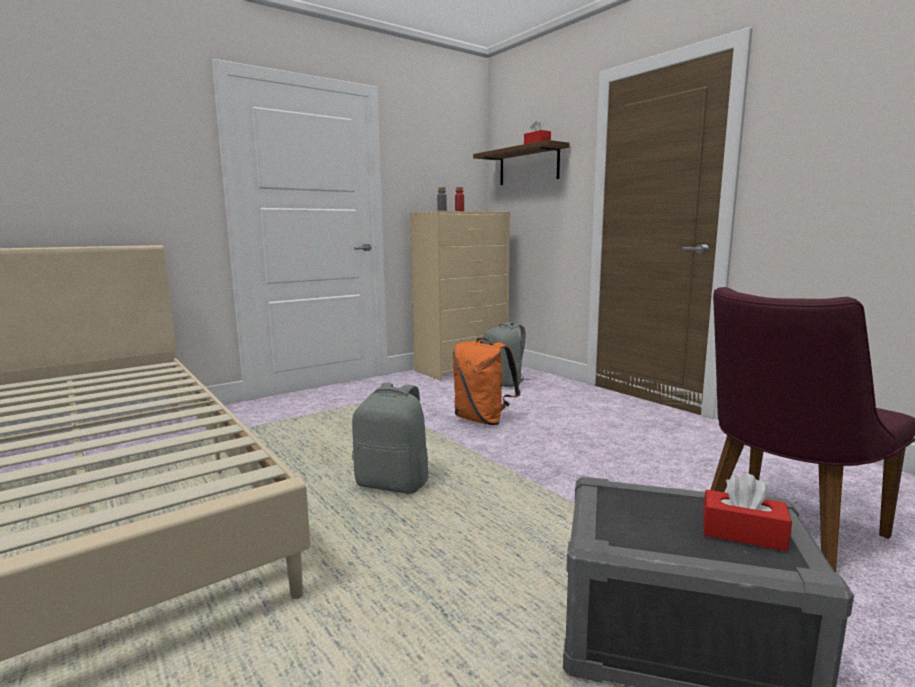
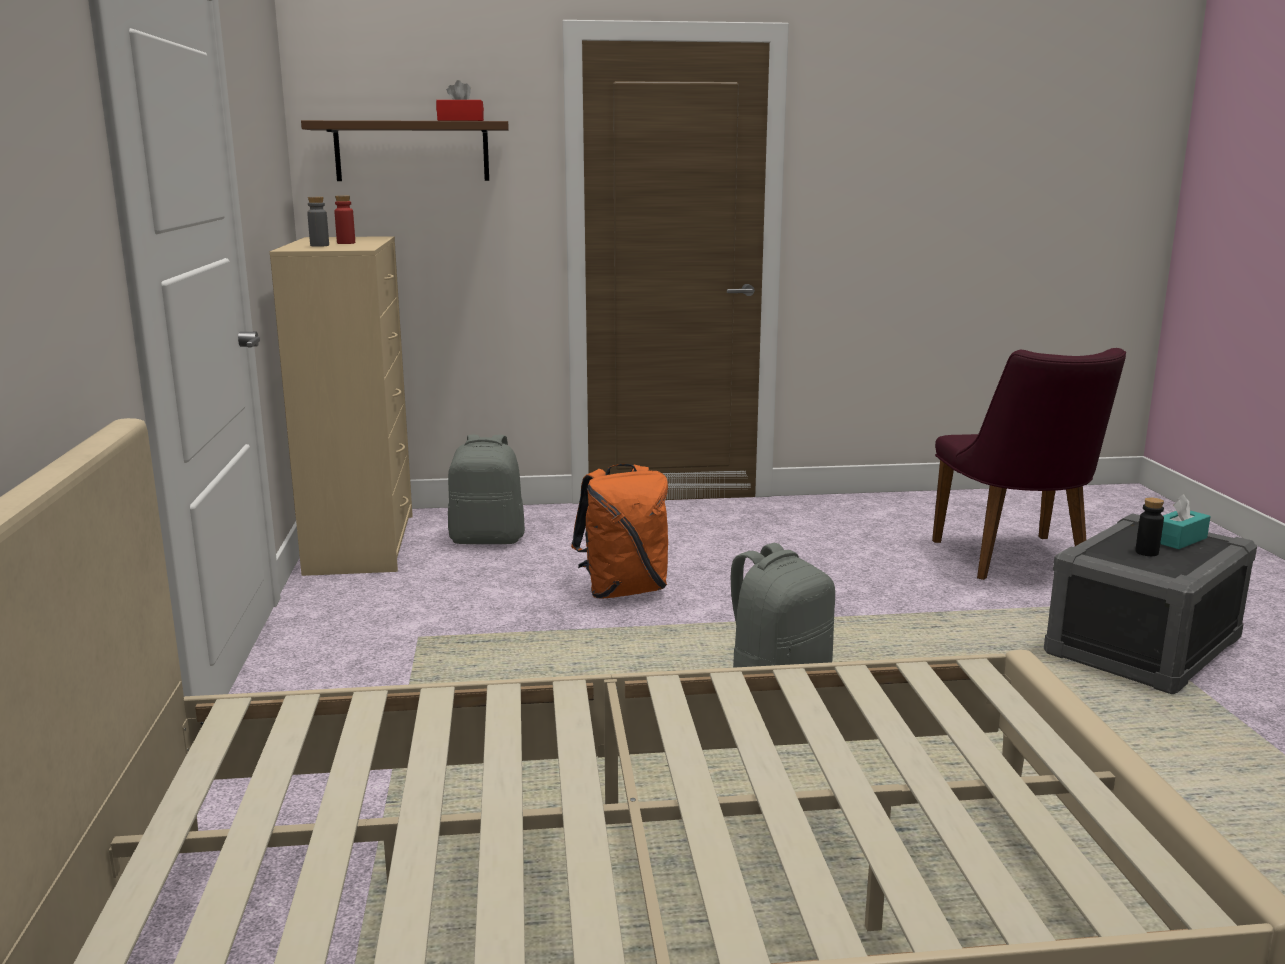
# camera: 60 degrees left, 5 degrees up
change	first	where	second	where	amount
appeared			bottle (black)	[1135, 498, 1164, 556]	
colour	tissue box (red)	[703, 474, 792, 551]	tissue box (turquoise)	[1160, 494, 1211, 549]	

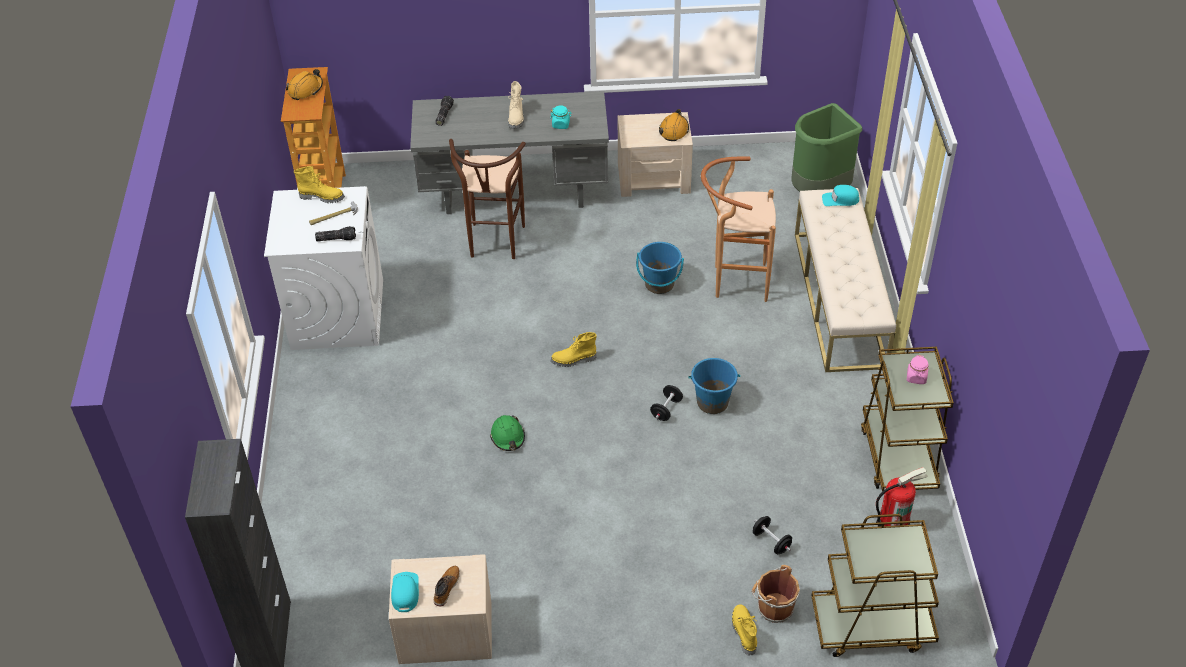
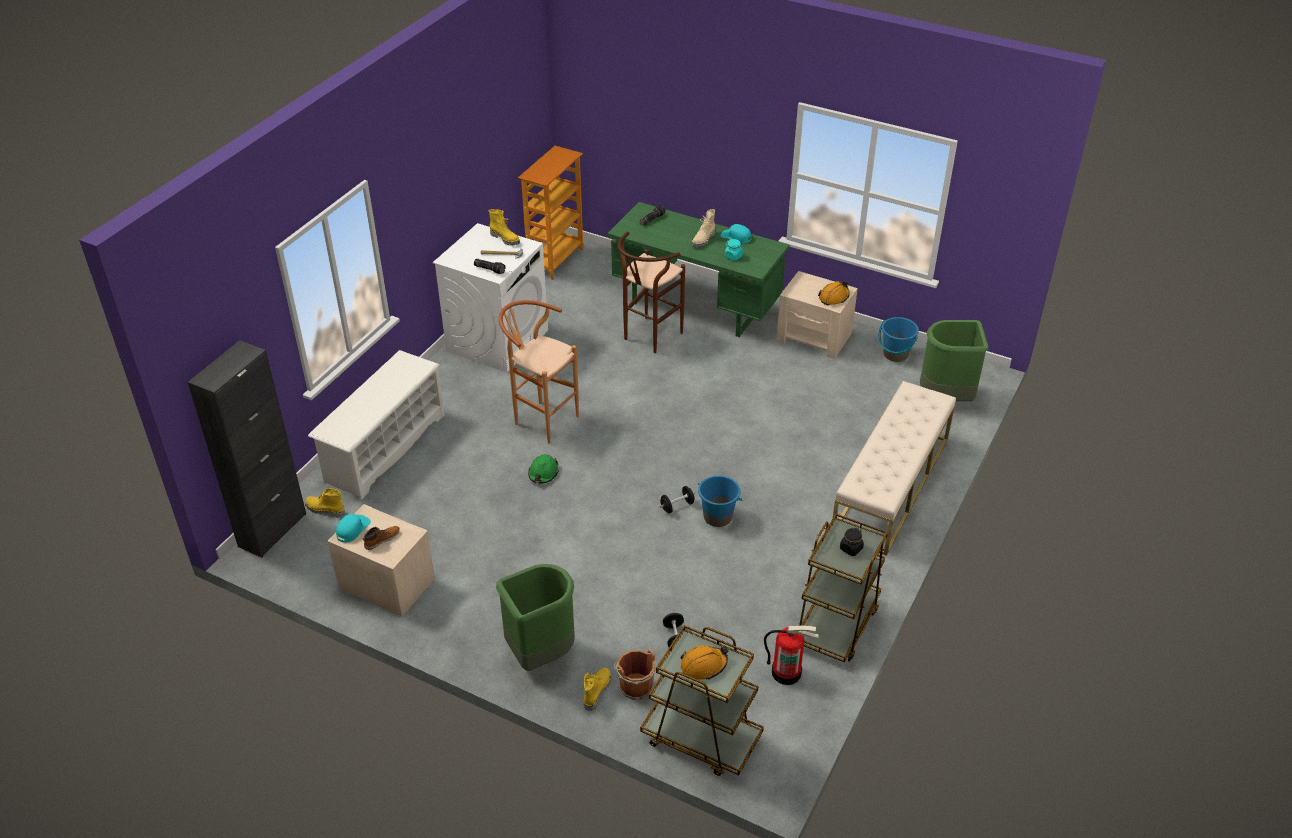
# camera: 30 degrees right, 5 degrees down
change	first	where	second	where	amount
appeared			shoe rack (white)	[308, 350, 445, 500]	
appeared			trash can (green)	[496, 564, 575, 671]	
relocated	hard hat (orange)	[286, 69, 323, 100]		[680, 645, 729, 680]	
relocated	boot (yellow)	[551, 332, 597, 367]		[305, 488, 345, 517]	
relocated	bucket (blue)	[636, 242, 684, 294]		[878, 317, 919, 362]	
relocated	stool (brown)	[701, 156, 776, 302]		[499, 300, 579, 444]	
relocated	cap (turquoise)	[822, 185, 859, 206]		[721, 224, 752, 243]	
colour	desk (grey)	[410, 91, 609, 214]	desk (green)	[607, 202, 789, 337]	
colour	jar (pink)	[907, 355, 929, 384]	jar (black)	[840, 528, 864, 556]	

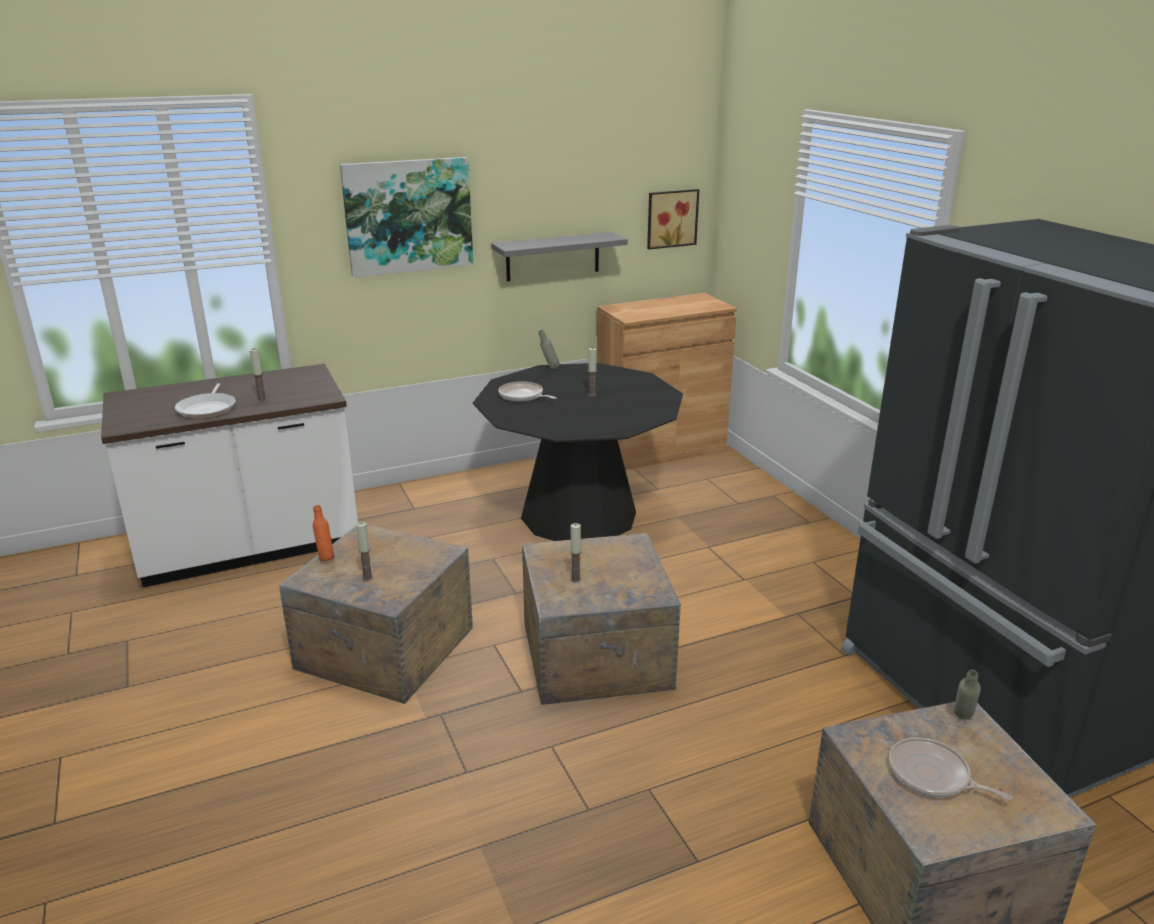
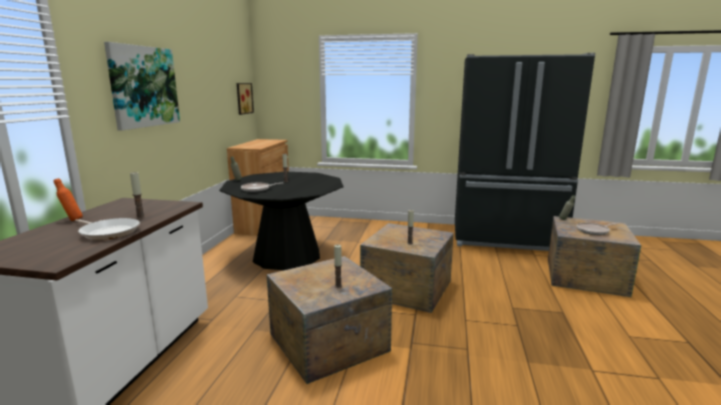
# camera: 55 degrees left, 10 degrees down
change	first	where	second	where	amount
missing	shelf (grey)	[491, 232, 628, 281]			
relocated	bottle (orange)	[313, 505, 334, 561]		[54, 178, 83, 221]	

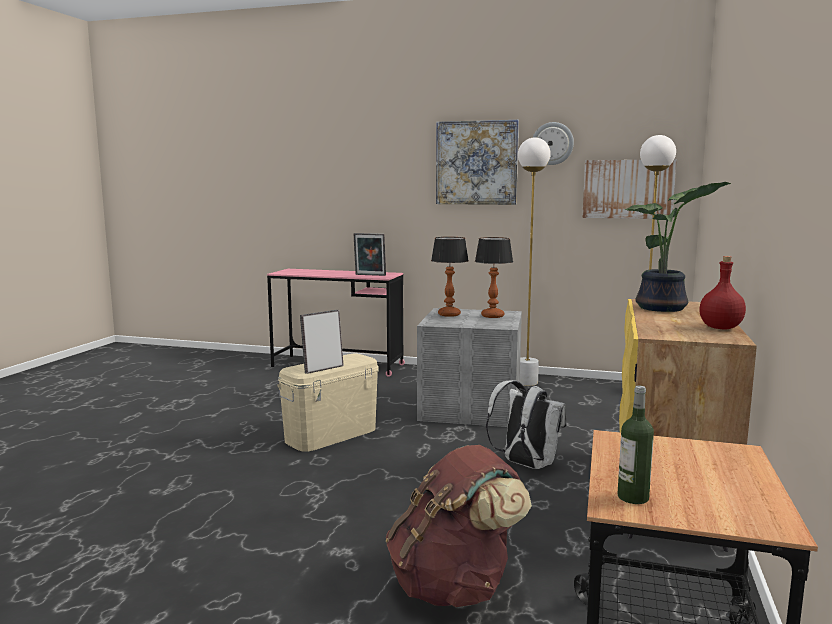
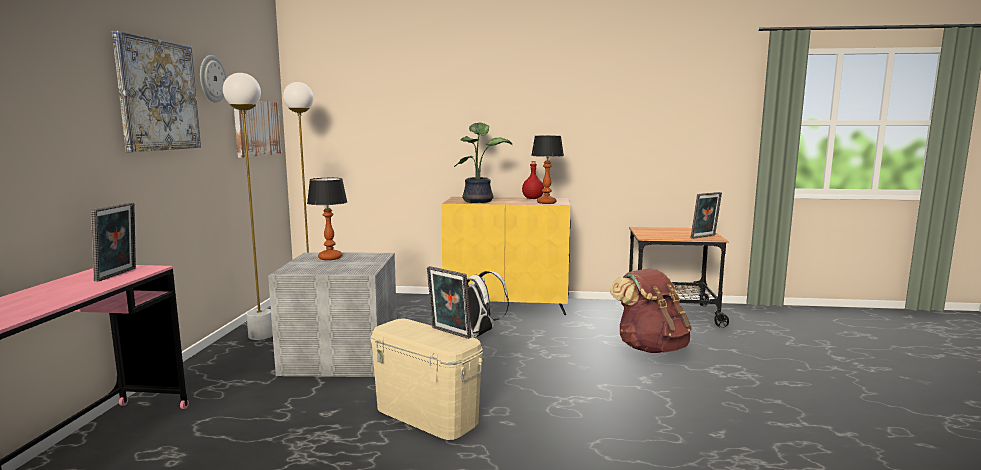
# camera: 100 degrees left, 0 degrees up
change	first	where	second	where	amount
relocated	table lamp	[431, 237, 469, 317]		[531, 136, 564, 204]	
exchanged	bottle	[617, 386, 654, 504]	picture frame	[691, 192, 722, 239]	

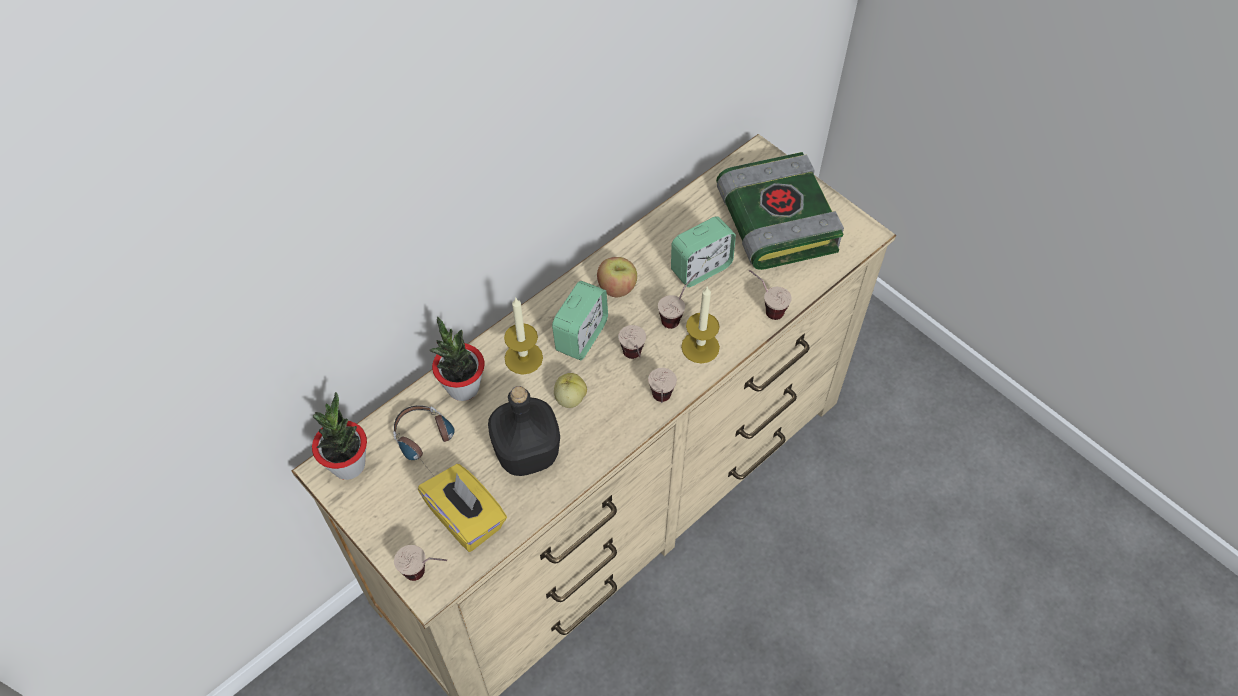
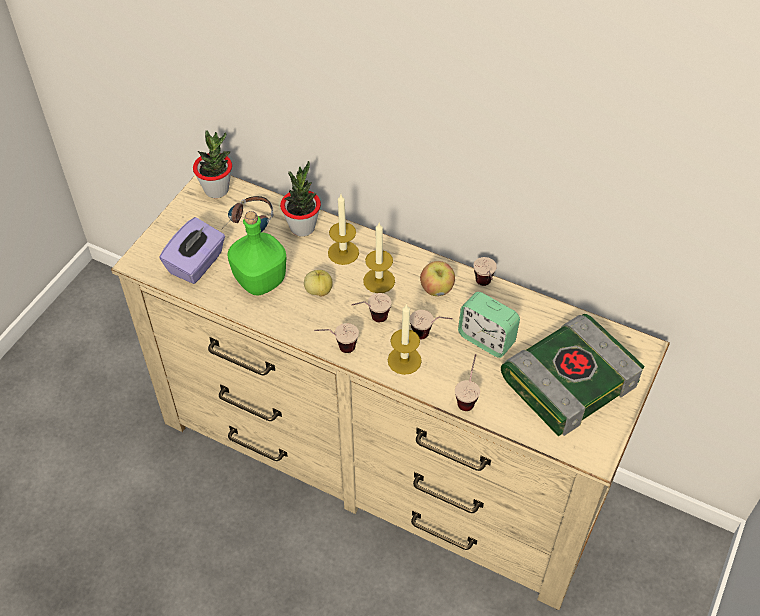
# camera: 70 degrees right, 5 degrees down
change	first	where	second	where	amount
relocated	cup	[394, 545, 447, 581]		[474, 257, 497, 286]	
exchanged	alarm clock	[552, 281, 608, 360]	candle	[363, 223, 395, 293]	
colour	tissue box (yellow)	[418, 464, 507, 552]	tissue box (purple)	[159, 217, 225, 284]	
colour	bottle (black)	[488, 386, 560, 476]	bottle (green)	[227, 211, 287, 296]	

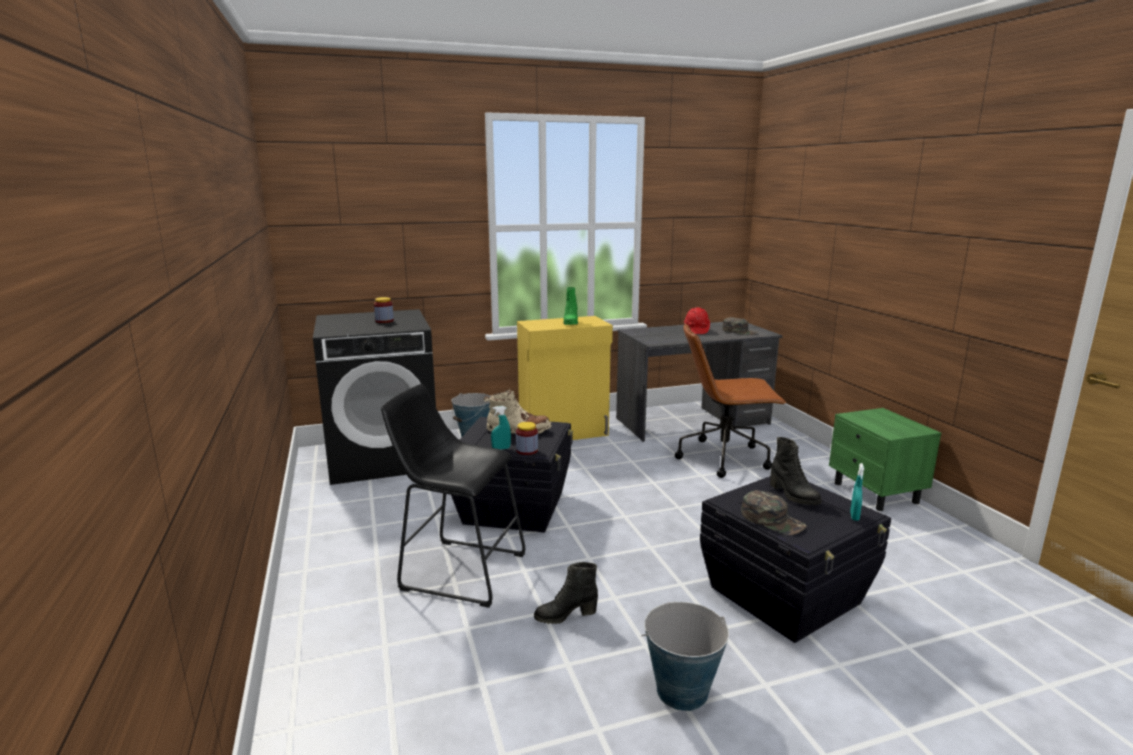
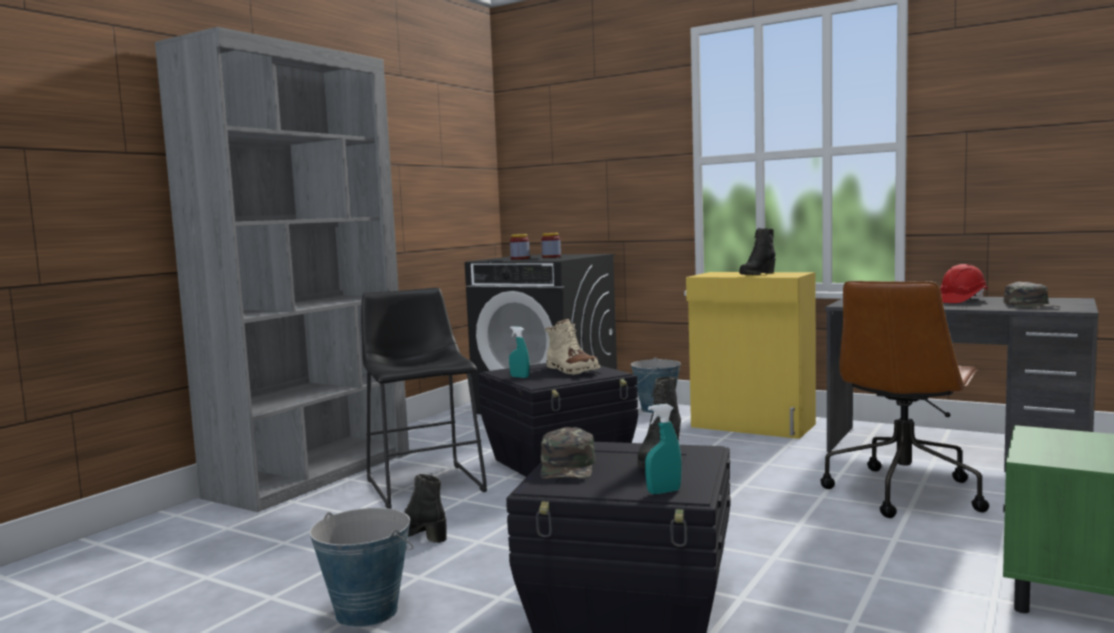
# camera: 50 degrees right, 10 degrees down
change	first	where	second	where	amount
appeared			bookcase (grey)	[155, 27, 409, 512]	
relocated	jar	[516, 422, 538, 455]		[510, 234, 530, 260]	
colour	boot (green)	[563, 287, 578, 325]	boot (black)	[739, 228, 775, 275]	
spun	office chair (brown)	[675, 324, 786, 478]		[820, 281, 989, 518]	105 degrees counterclockwise

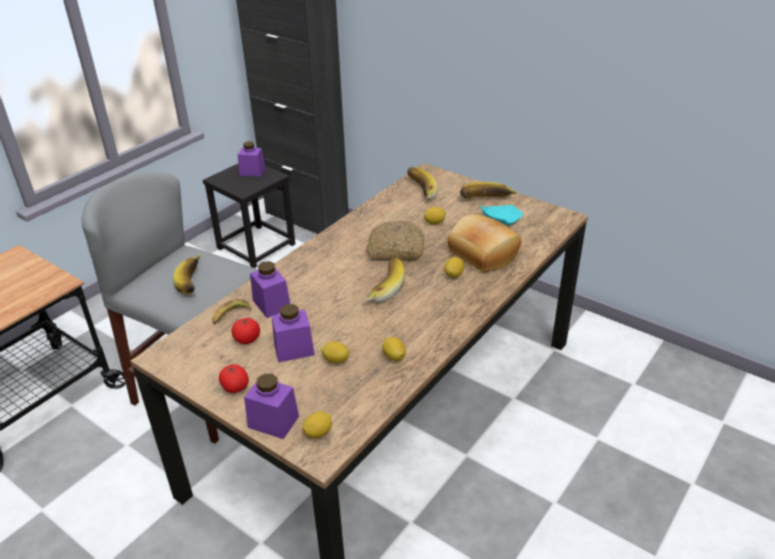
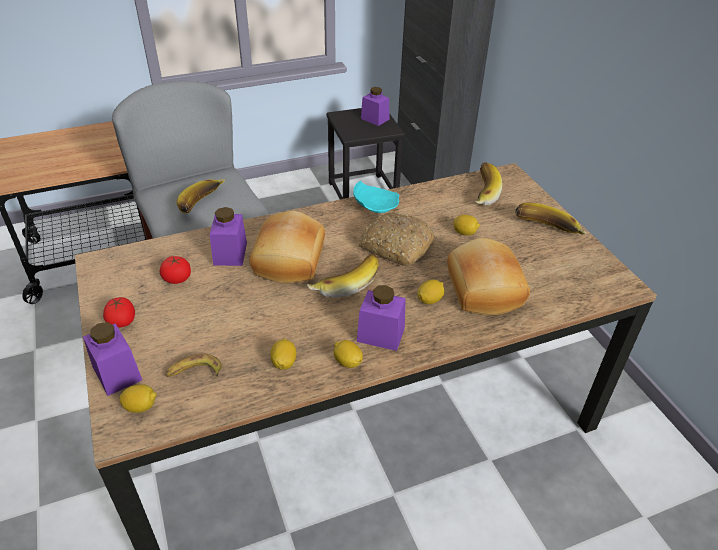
# camera: 30 degrees right, 5 degrees up
change	first	where	second	where	amount
appeared			bread	[249, 211, 325, 283]	
relocated	banana	[212, 299, 251, 324]		[166, 354, 222, 378]	
relocated	jar (purple)	[272, 304, 315, 362]		[357, 285, 406, 351]	
relocated	lemon	[321, 342, 349, 363]		[334, 340, 363, 368]	
relocated	plate (turquoise)	[481, 204, 523, 226]		[353, 181, 399, 213]	

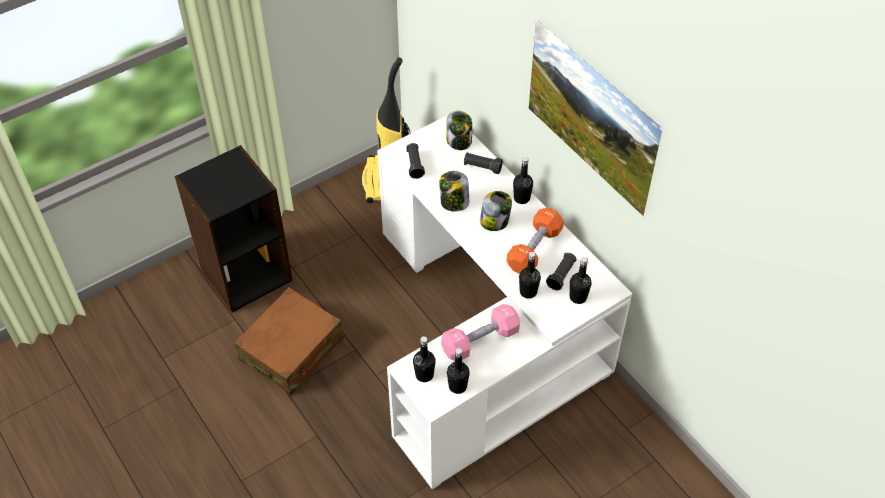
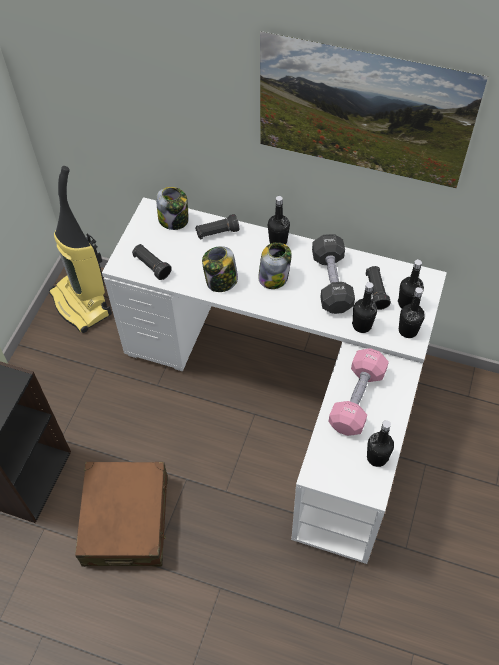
# camera: 35 degrees left, 5 degrees up
change	first	where	second	where	amount
relocated	bottle (black)	[413, 336, 436, 382]		[399, 287, 425, 338]	
colour	dumbbell (orange)	[507, 208, 564, 274]	dumbbell (black)	[312, 234, 355, 314]	

